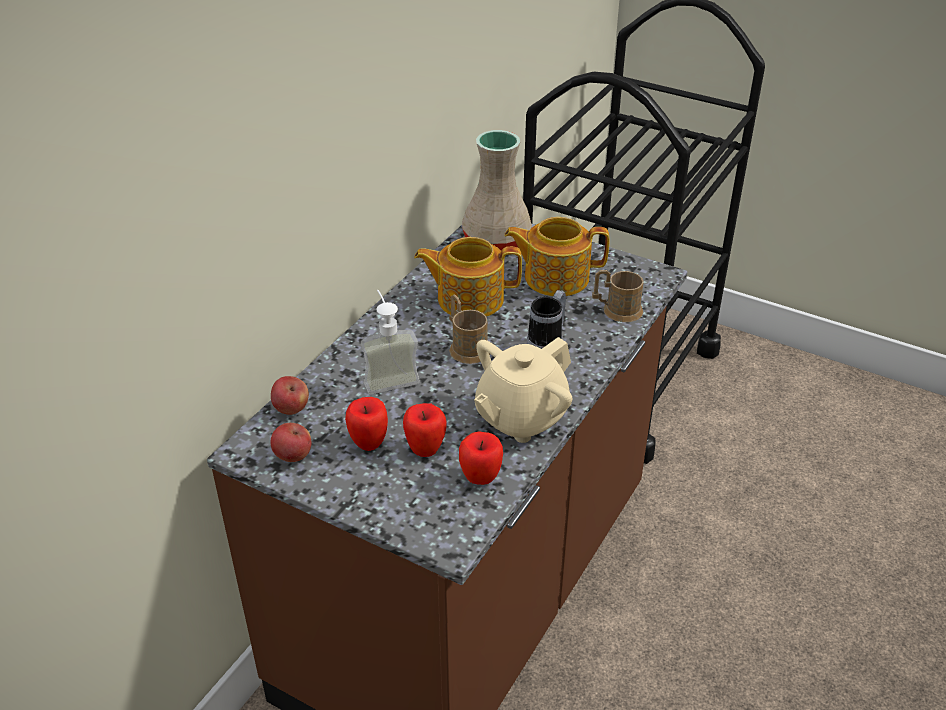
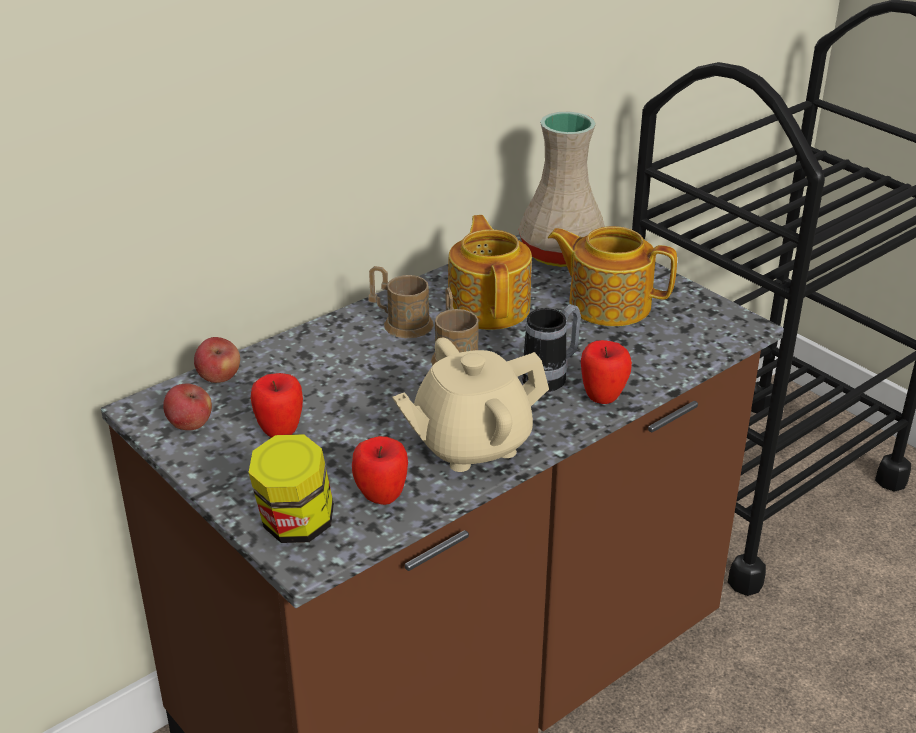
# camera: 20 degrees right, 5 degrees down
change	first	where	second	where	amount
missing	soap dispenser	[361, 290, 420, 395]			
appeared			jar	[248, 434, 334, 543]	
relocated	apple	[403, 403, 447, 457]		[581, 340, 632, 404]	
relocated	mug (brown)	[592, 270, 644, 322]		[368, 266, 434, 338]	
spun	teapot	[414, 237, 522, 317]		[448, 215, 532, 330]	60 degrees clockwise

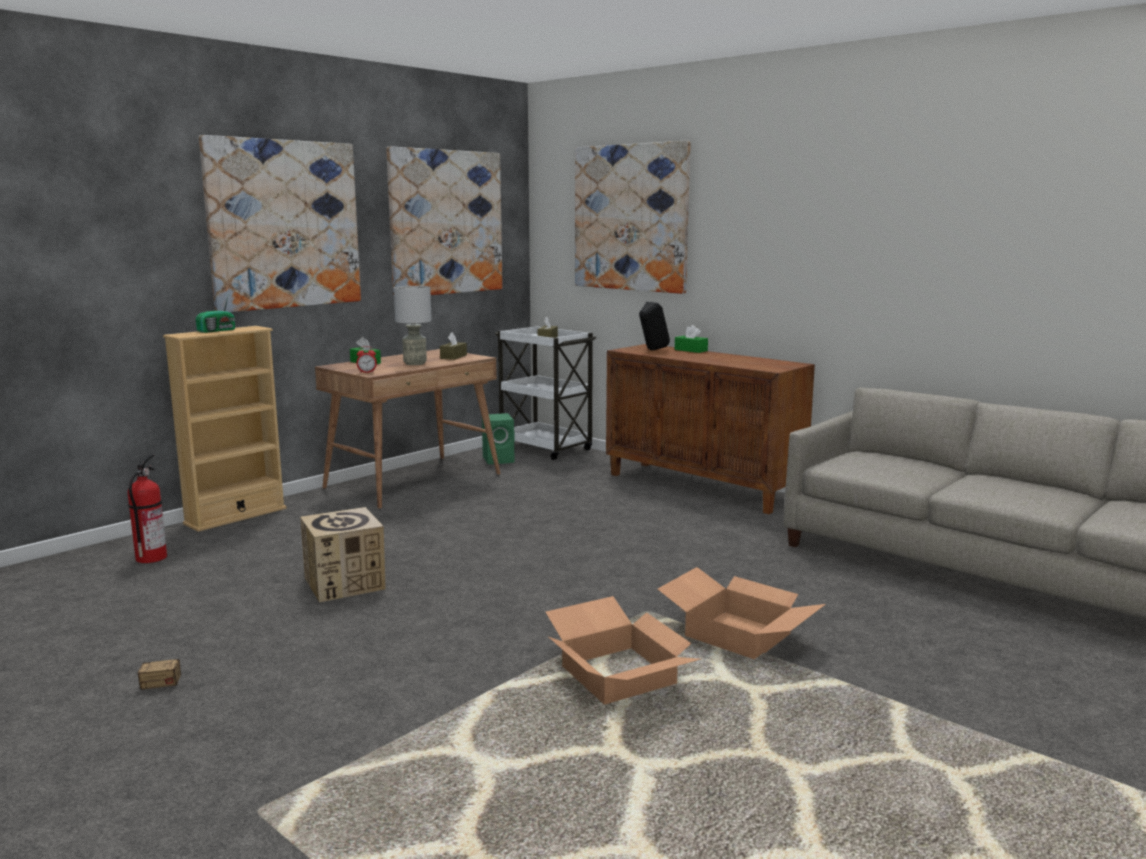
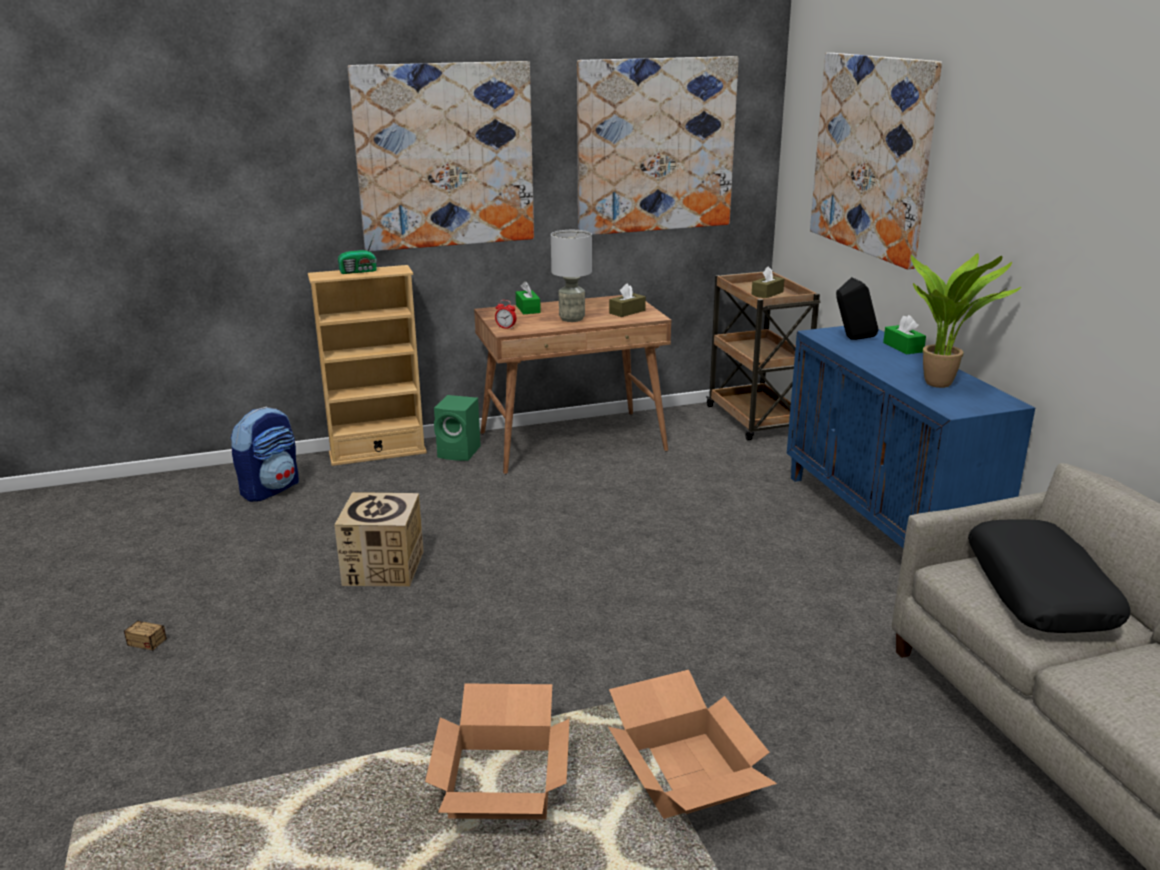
# camera: 30 degrees right, 10 degrees up
change	first	where	second	where	amount
appeared			potted plant	[911, 253, 1021, 388]	
appeared			pillow (black)	[968, 520, 1131, 633]	
relocated	speaker (green)	[482, 413, 515, 464]		[434, 395, 481, 461]	
exchanged	fire extinguisher	[128, 454, 167, 563]	backpack	[230, 407, 299, 502]	
colour	cart (white)	[495, 326, 596, 460]	cart (brown)	[706, 271, 821, 440]	
colour	cabinet (brown)	[606, 344, 815, 514]	cabinet (blue)	[787, 326, 1035, 548]	

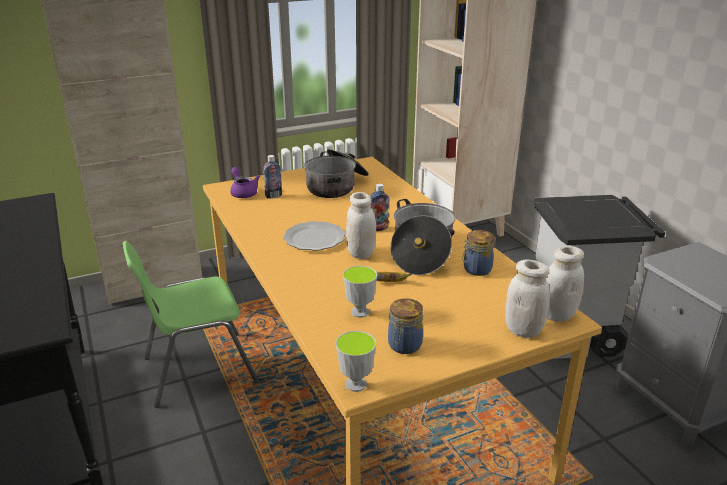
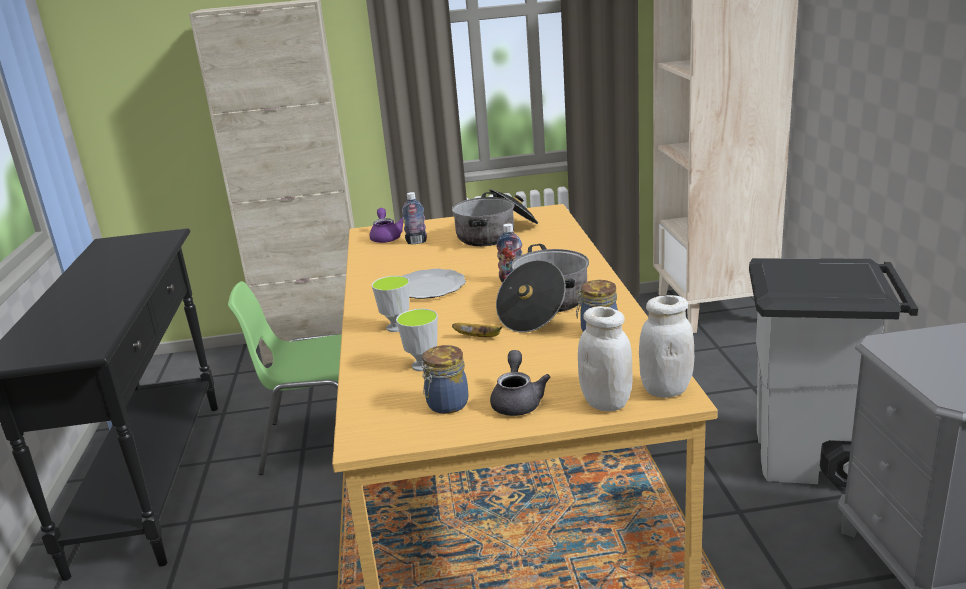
# camera: 20 degrees right, 5 degrees down
change	first	where	second	where	amount
missing	jar (white)	[346, 192, 376, 259]			
appeared			teapot (grey)	[490, 350, 550, 416]	
relocated	cup	[336, 331, 376, 392]		[372, 276, 409, 332]	

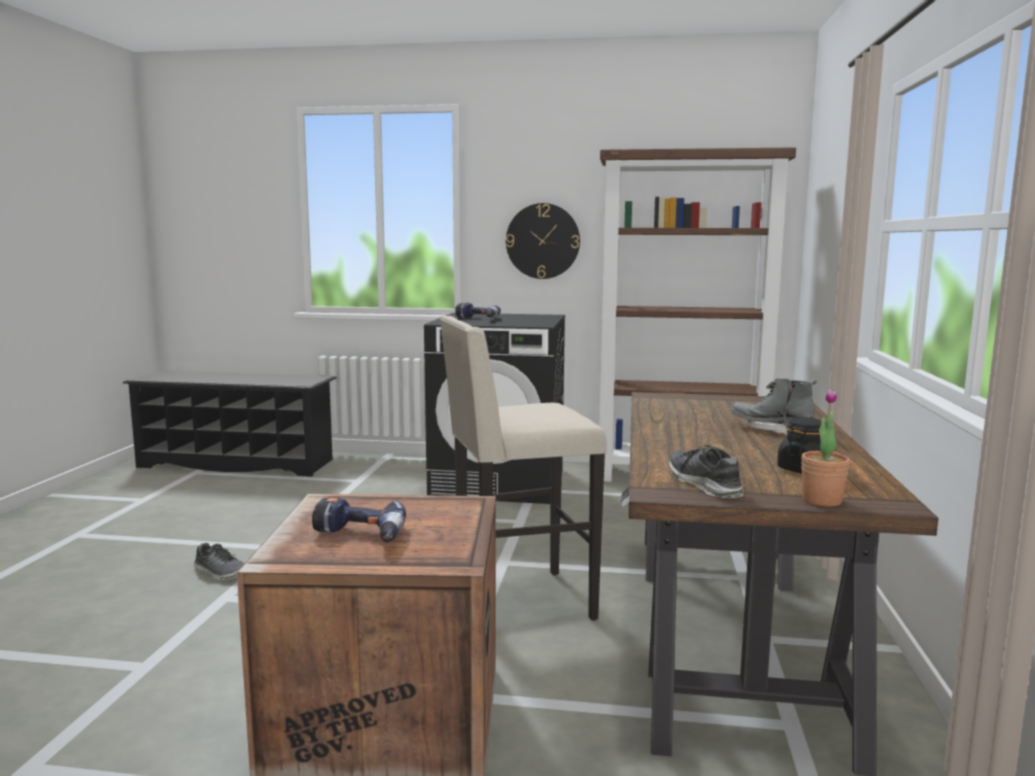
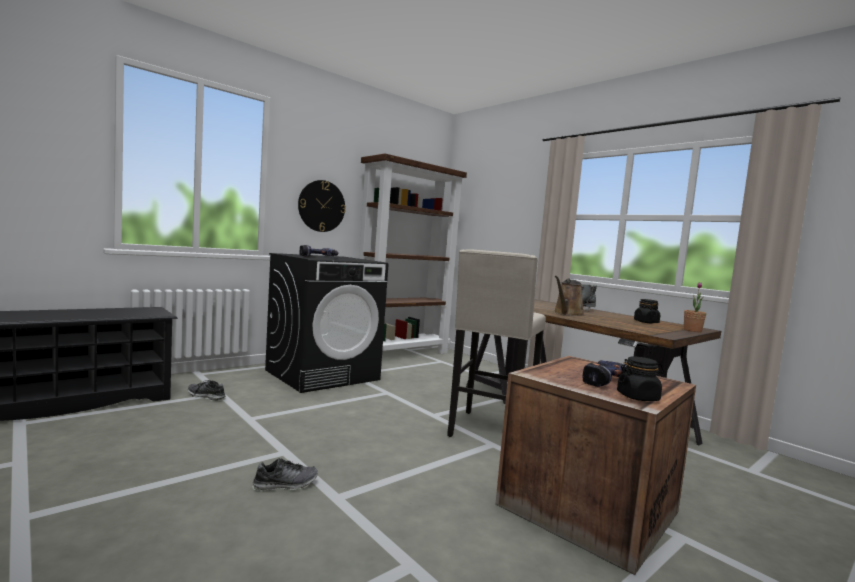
# camera: 50 degrees left, 5 degrees down
change	first	where	second	where	amount
appeared			watering can (brown)	[554, 276, 585, 316]	
appeared			jar (black)	[617, 356, 664, 401]	
relocated	shoe	[669, 445, 744, 498]		[187, 380, 226, 401]	

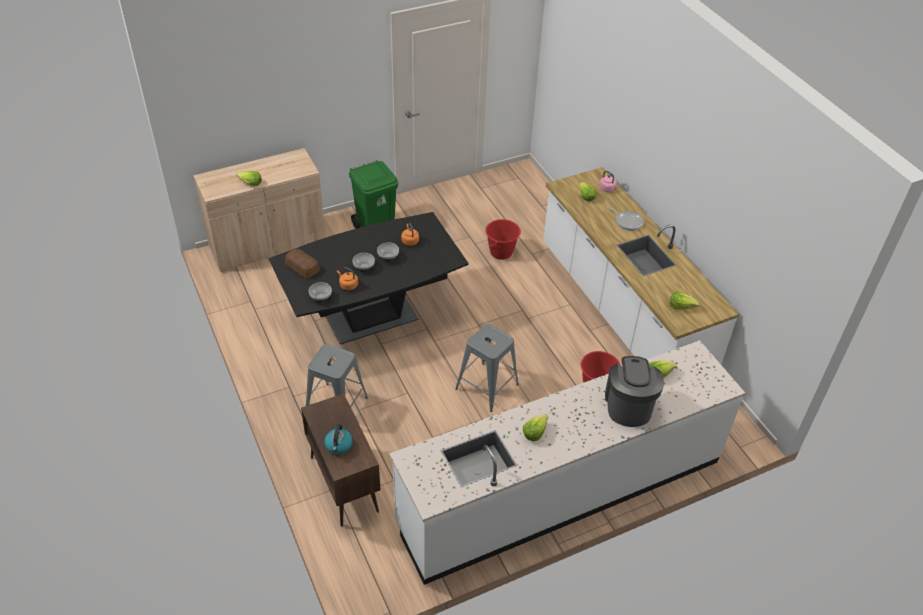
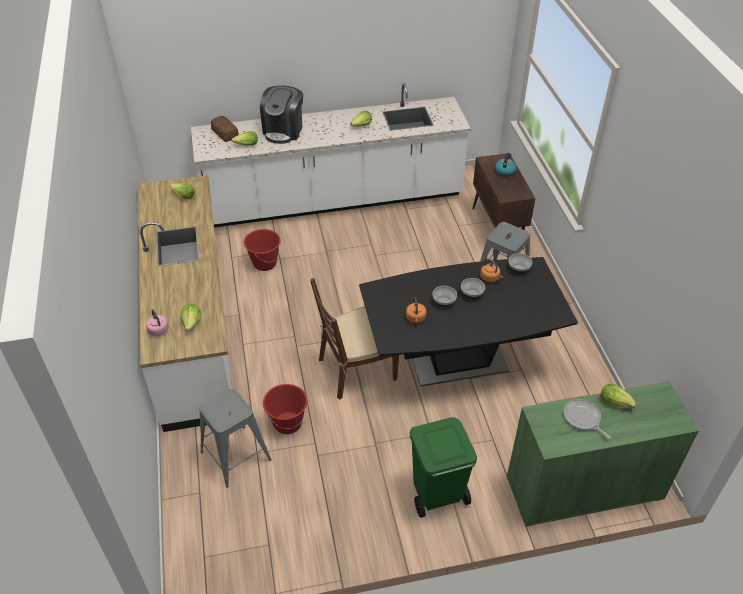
# camera: 165 degrees left, 0 degrees up
change	first	where	second	where	amount
appeared			chair (brown)	[310, 278, 399, 400]	
relocated	bread	[285, 249, 320, 279]		[211, 116, 239, 142]	
relocated	stool (grey)	[455, 324, 519, 412]		[199, 389, 272, 488]	
relocated	frying pan	[607, 207, 644, 231]		[564, 399, 611, 439]	
colour	cabinet (beige)	[193, 148, 326, 272]	cabinet (green)	[507, 381, 699, 527]	

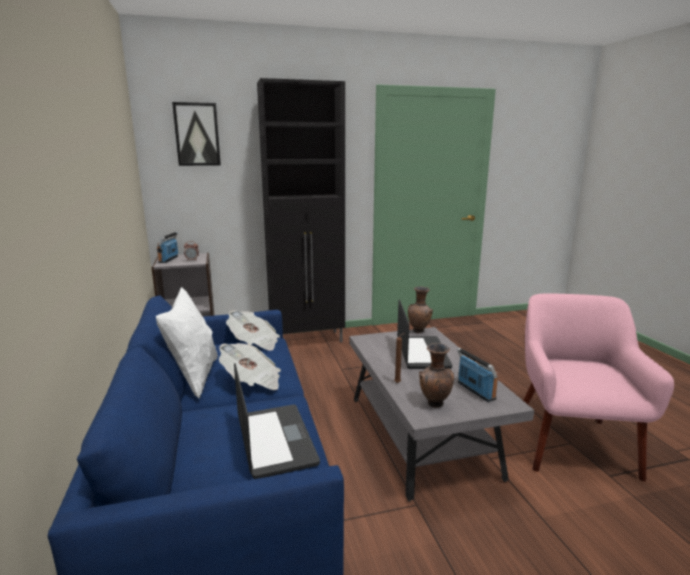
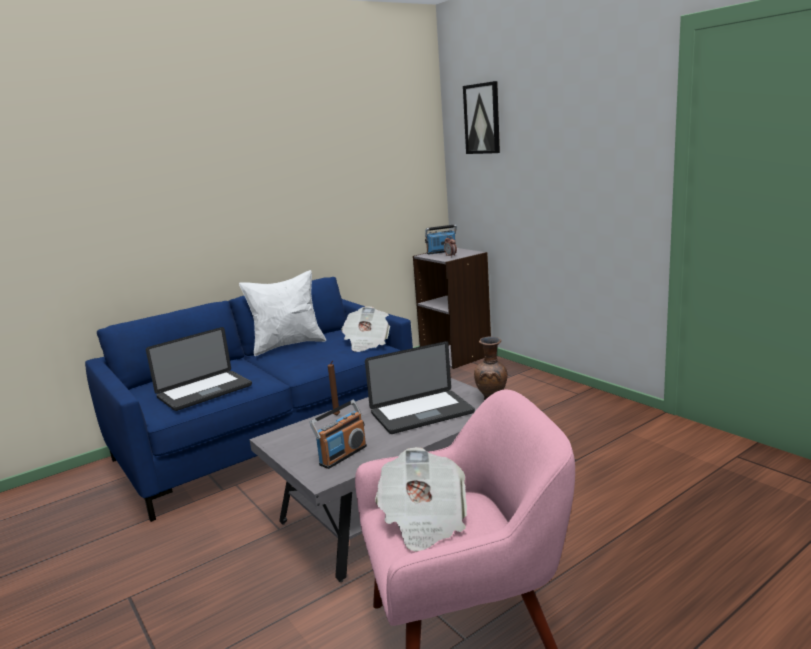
# camera: 70 degrees right, 0 degrees up
change	first	where	second	where	amount
missing	cabinet (black)	[257, 78, 345, 342]			
missing	vase (brown)	[419, 343, 454, 408]			
relocated	newspaper	[219, 343, 281, 390]		[375, 447, 467, 552]	

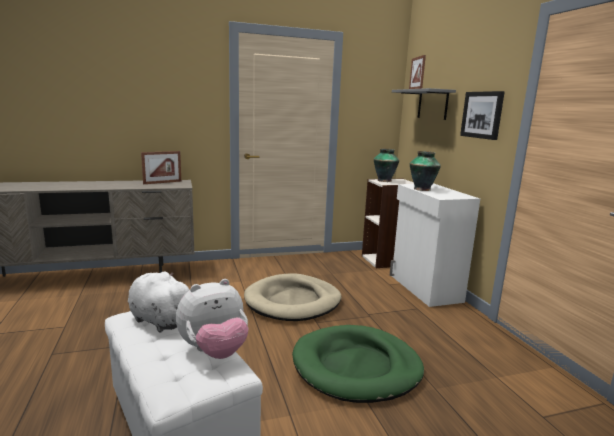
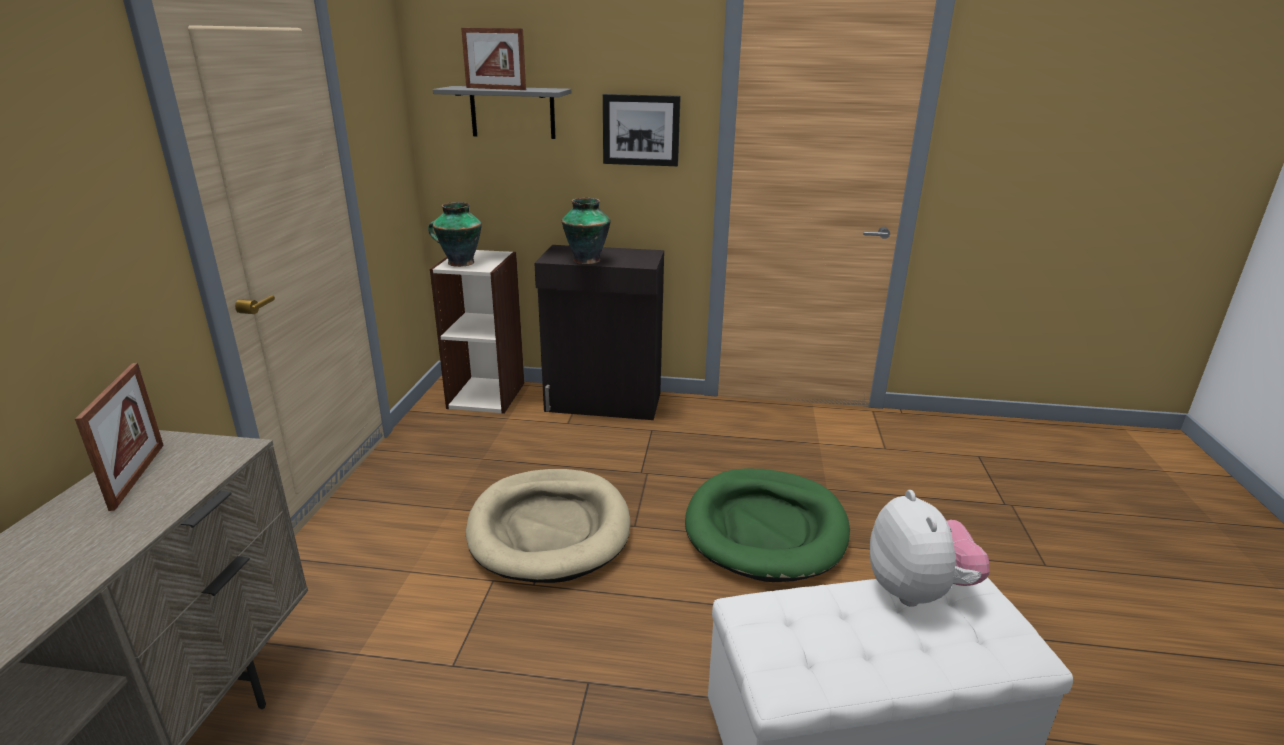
# camera: 65 degrees left, 10 degrees up
change	first	where	second	where	amount
missing	plush toy (white)	[128, 271, 190, 332]			
colour	cabinet (white)	[390, 184, 480, 307]	cabinet (black)	[534, 245, 664, 420]	

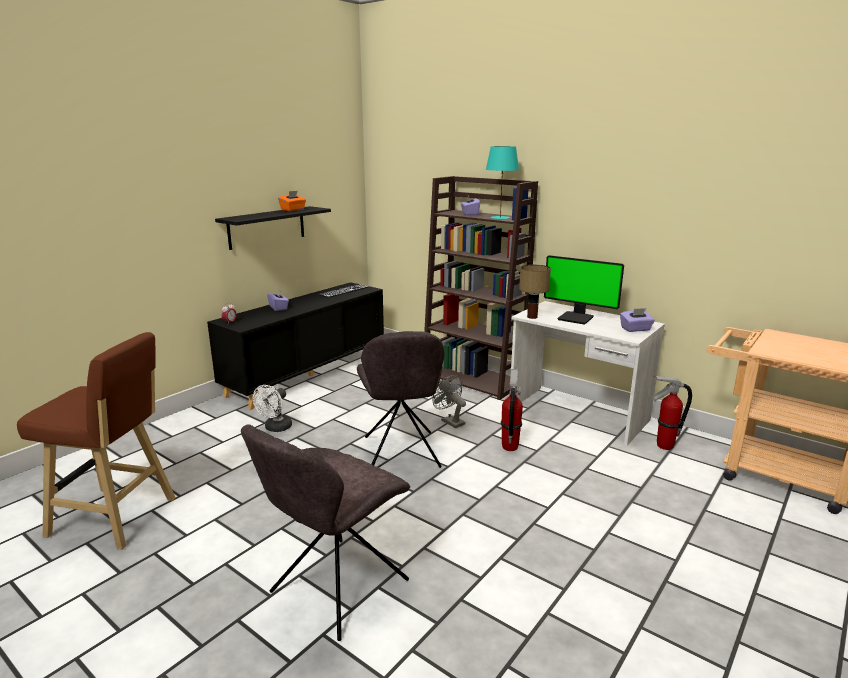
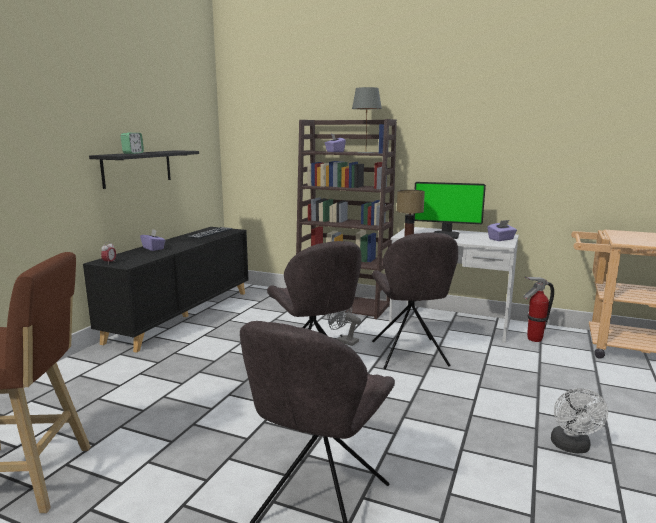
# camera: 15 degrees left, 5 degrees down
change	first	where	second	where	amount
missing	tissue box (orange)	[278, 191, 306, 211]			
appeared			alarm clock	[121, 132, 144, 154]	
relocated	fan (white)	[253, 385, 292, 432]		[551, 388, 608, 453]	
exchanged	fire extinguisher	[501, 369, 523, 451]	chair (grey)	[372, 232, 458, 369]	
colour	table lamp (turquoise)	[486, 146, 519, 219]	table lamp (grey)	[352, 87, 382, 153]	

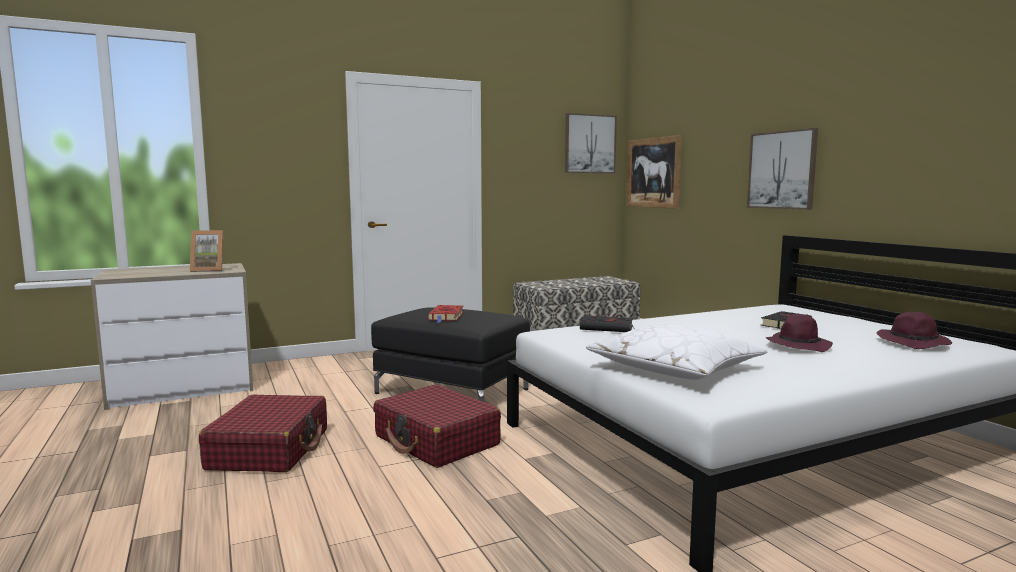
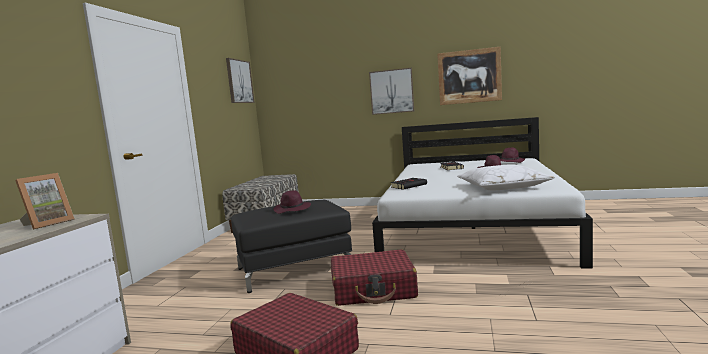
# camera: 50 degrees left, 0 degrees up
change	first	where	second	where	amount
relocated	picture	[626, 135, 682, 209]		[437, 46, 502, 105]	
exchanged	book (red)	[427, 305, 464, 323]	hat (purple)	[273, 191, 311, 214]	

